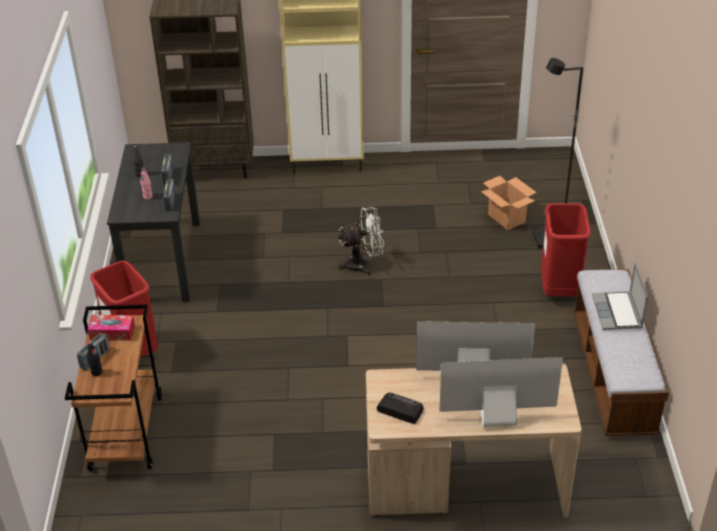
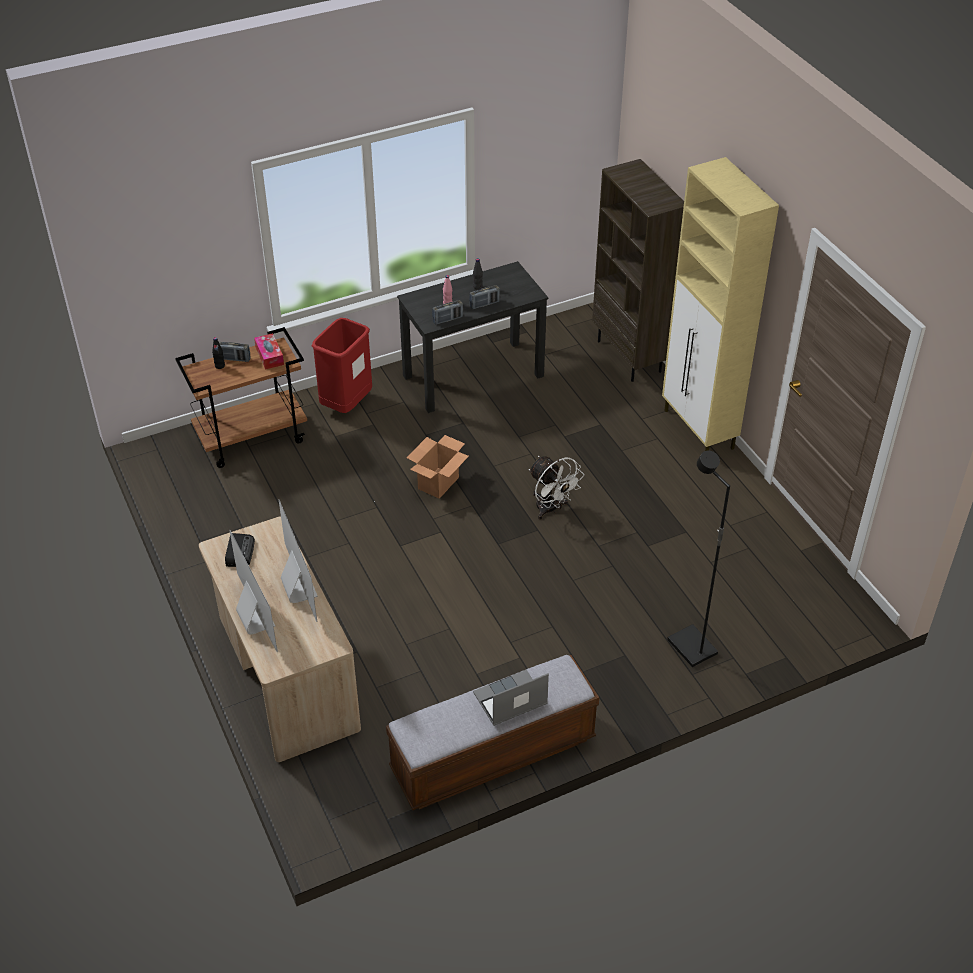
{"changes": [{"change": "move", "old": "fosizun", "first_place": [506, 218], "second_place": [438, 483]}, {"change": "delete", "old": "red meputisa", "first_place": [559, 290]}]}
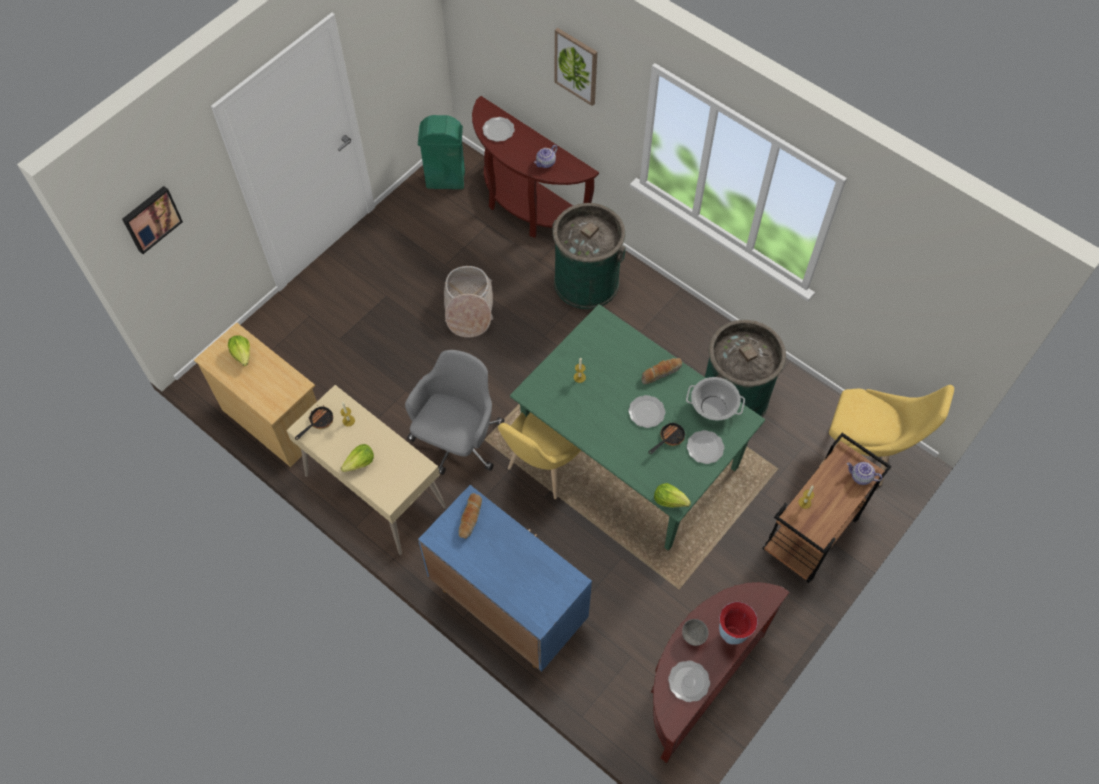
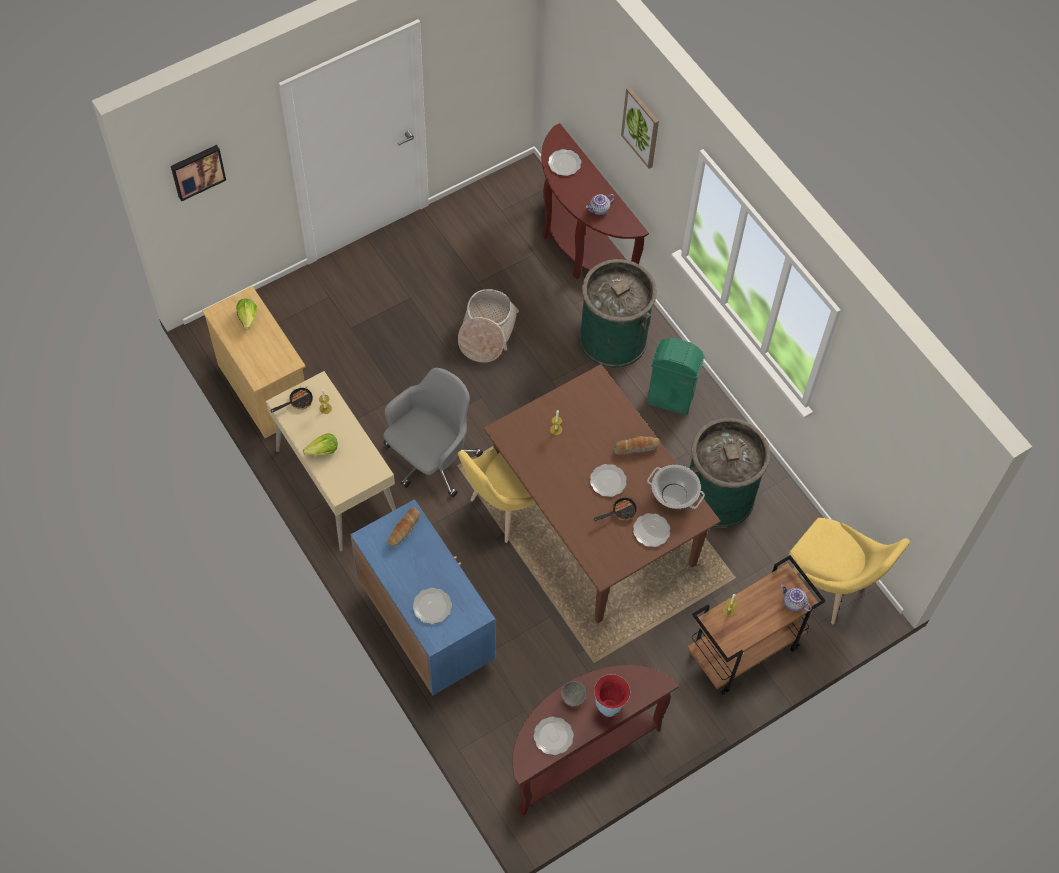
{"changes": [{"change": "move", "old": "green meputisa", "first_place": [445, 180], "second_place": [669, 399]}, {"change": "recolor", "old": "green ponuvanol", "new": "brown ponuvanol", "first_place": [629, 454], "second_place": [593, 521]}, {"change": "delete", "old": "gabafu", "first_place": [670, 500]}, {"change": "insert", "new": "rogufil", "second_place": [432, 607]}]}
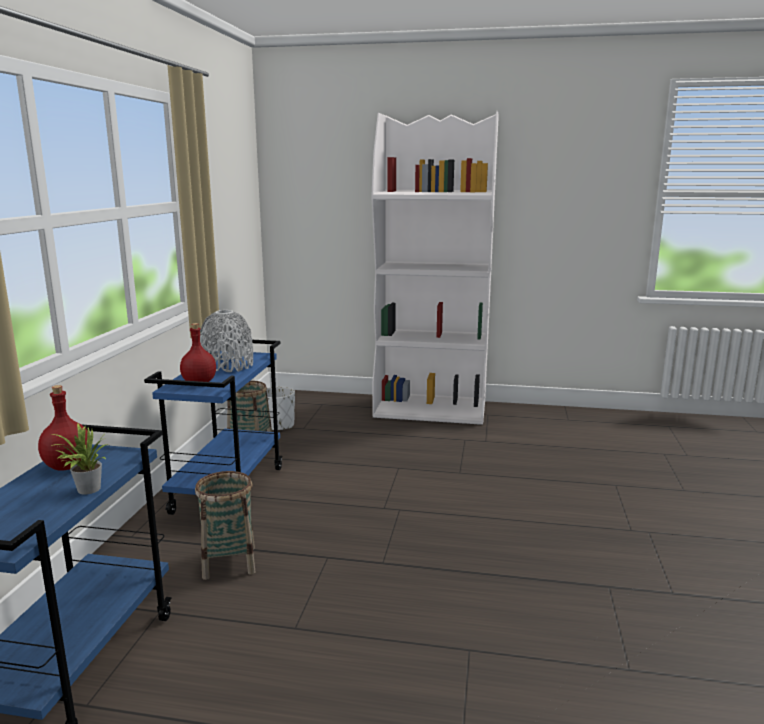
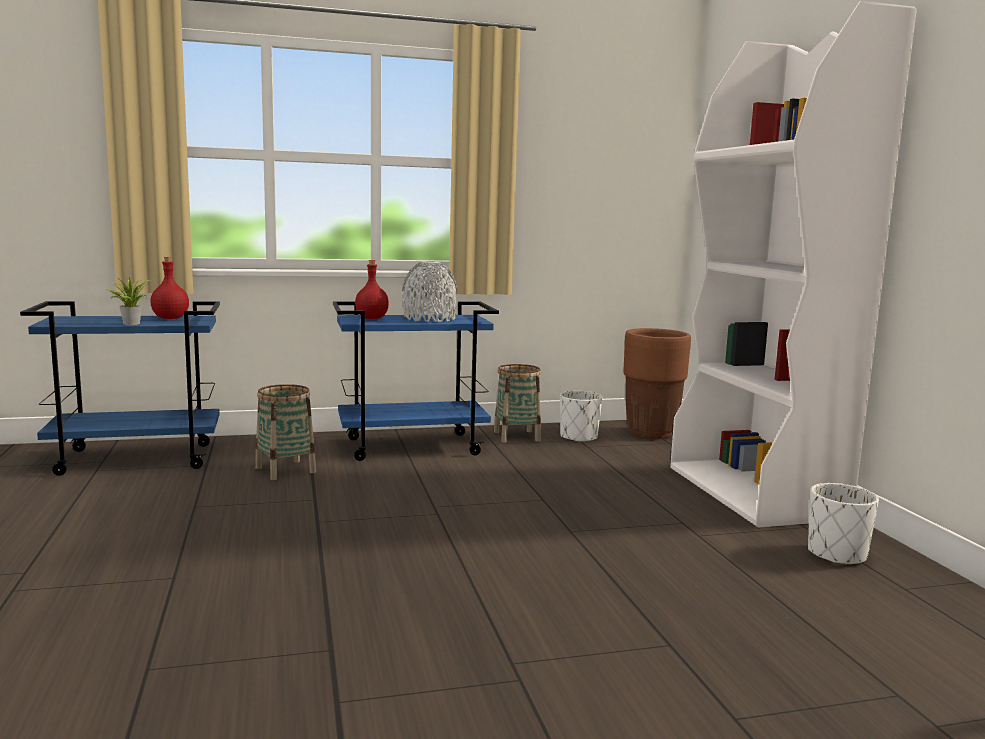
{"changes": [{"change": "insert", "new": "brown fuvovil", "second_place": [651, 433]}, {"change": "insert", "new": "white fuvovil", "second_place": [836, 554]}]}
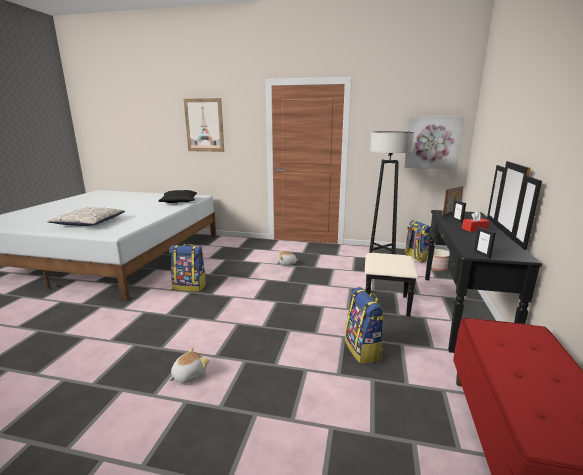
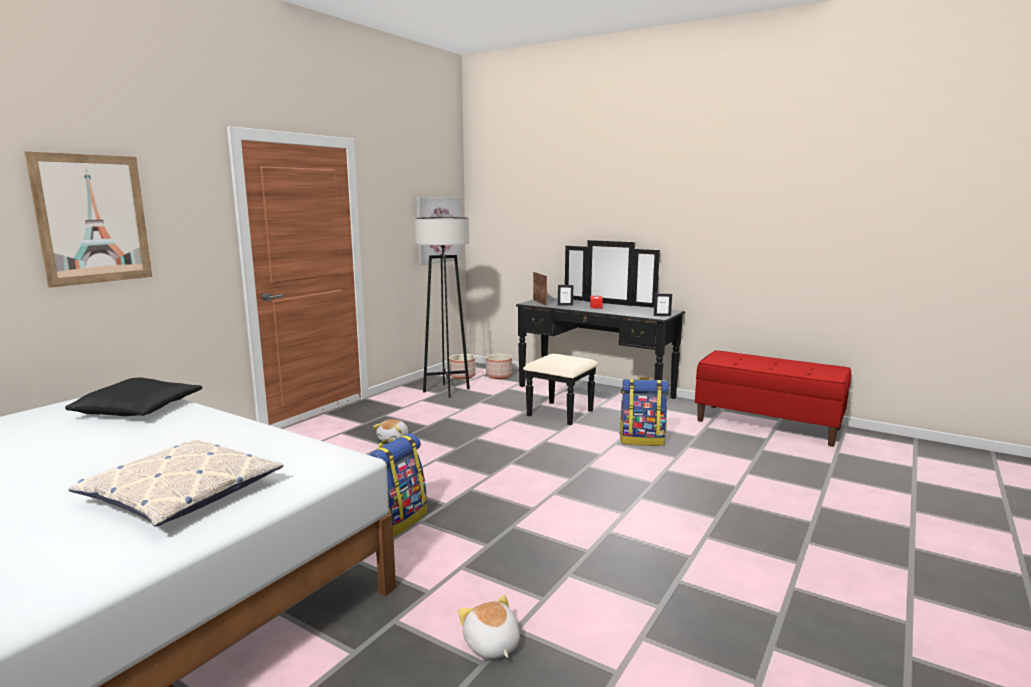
{"changes": [{"change": "move", "old": "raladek", "first_place": [188, 375], "second_place": [491, 645]}, {"change": "replace", "old": "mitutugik", "new": "fuvovil", "first_place": [416, 257], "second_place": [462, 376]}]}
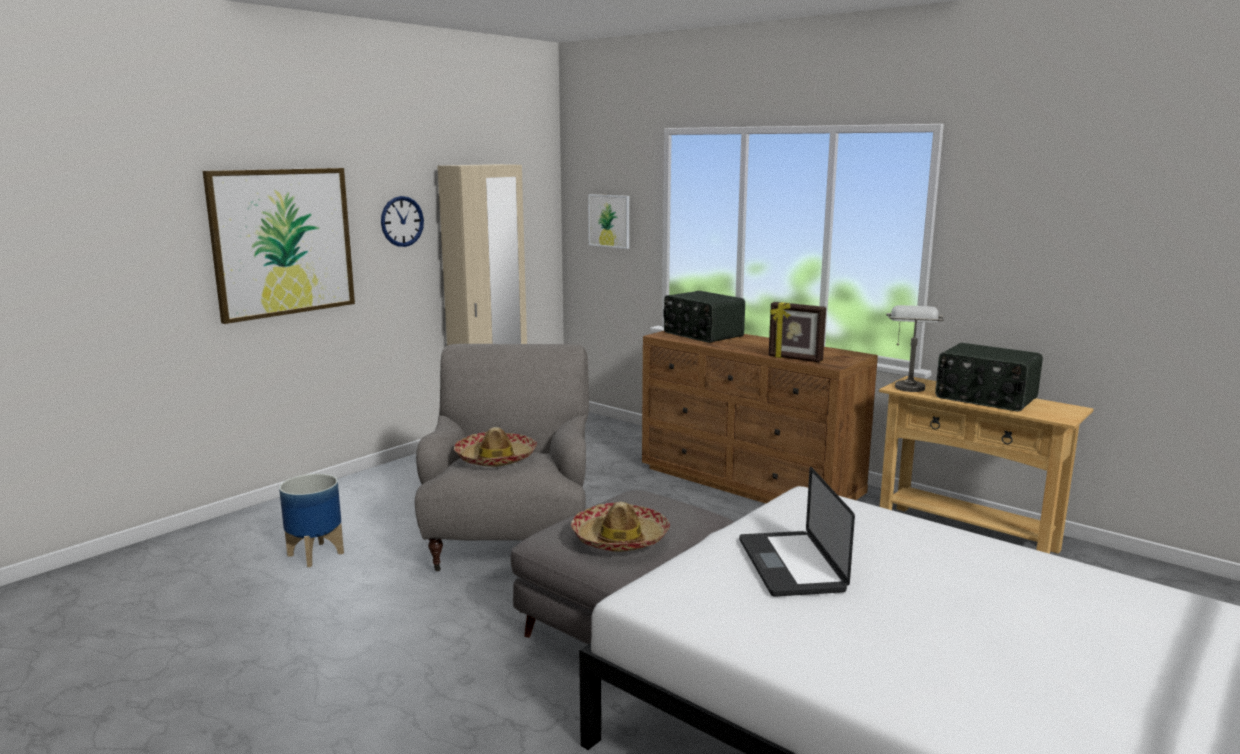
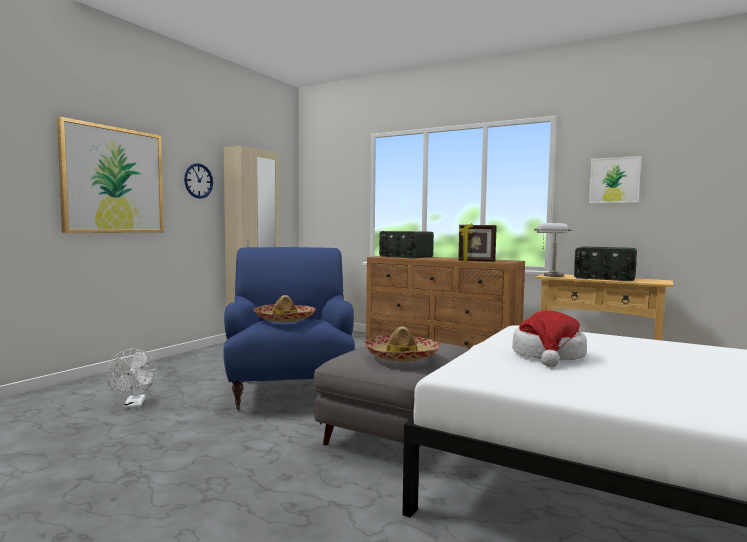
{"changes": [{"change": "replace", "old": "fuvovil", "new": "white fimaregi", "first_place": [316, 554], "second_place": [134, 405]}, {"change": "recolor", "old": "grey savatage", "new": "blue savatage", "first_place": [512, 542], "second_place": [290, 391]}, {"change": "move", "old": "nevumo", "first_place": [609, 221], "second_place": [614, 180]}, {"change": "replace", "old": "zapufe", "new": "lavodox", "first_place": [790, 565], "second_place": [548, 355]}]}
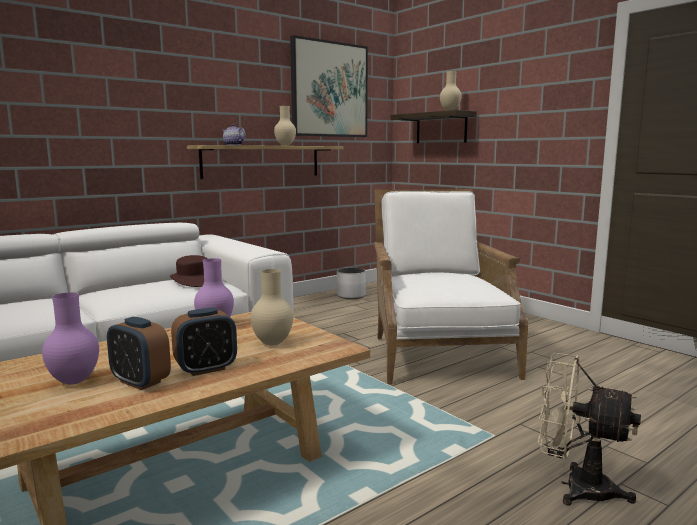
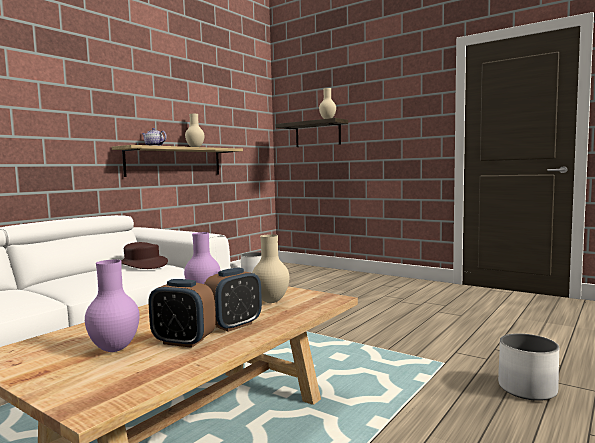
{"changes": [{"change": "delete", "old": "nevumo", "first_place": [329, 89]}, {"change": "delete", "old": "white savatage", "first_place": [436, 351]}, {"change": "replace", "old": "beige fimaregi", "new": "white fuvovil", "first_place": [575, 487], "second_place": [527, 389]}]}
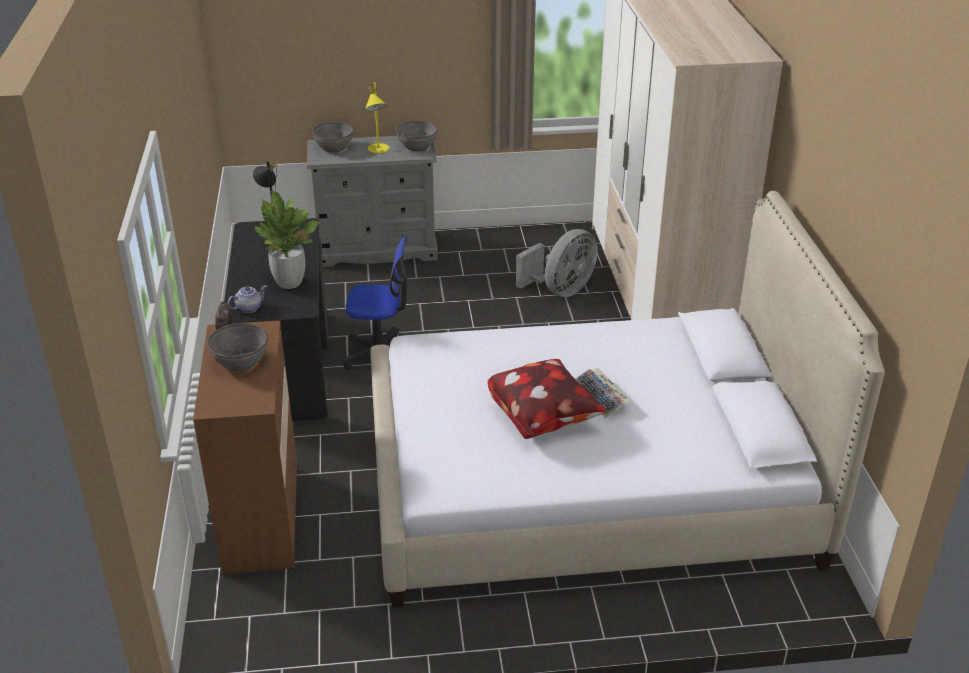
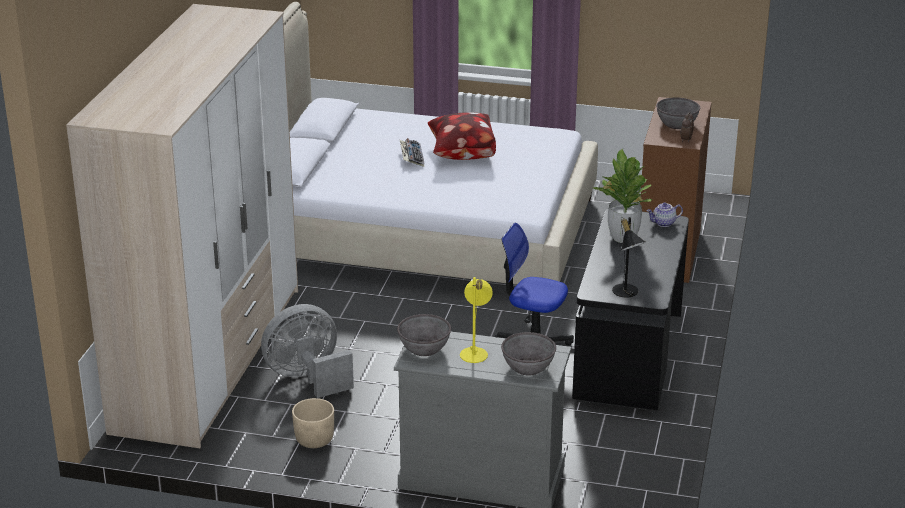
{"changes": [{"change": "insert", "new": "beige fuvovil", "second_place": [314, 440]}]}
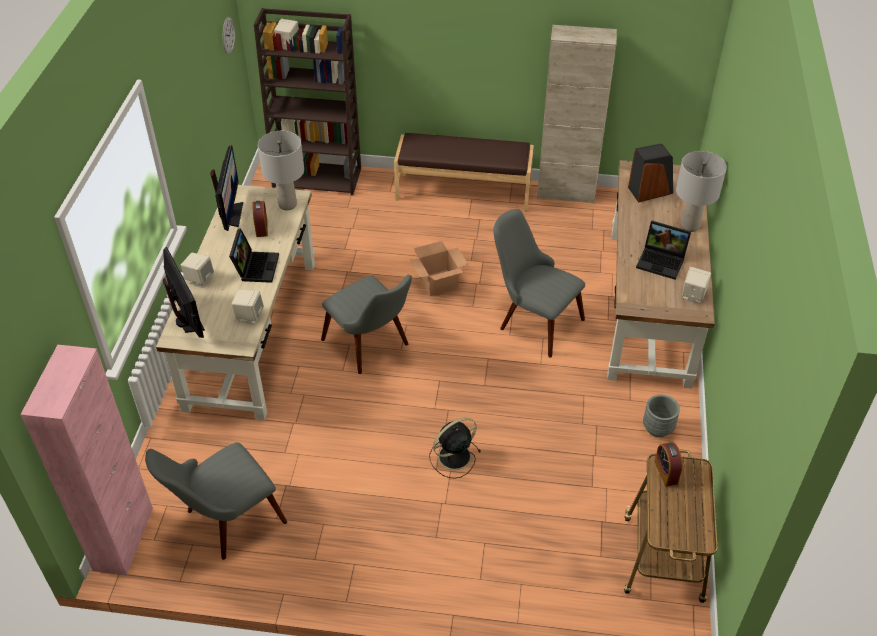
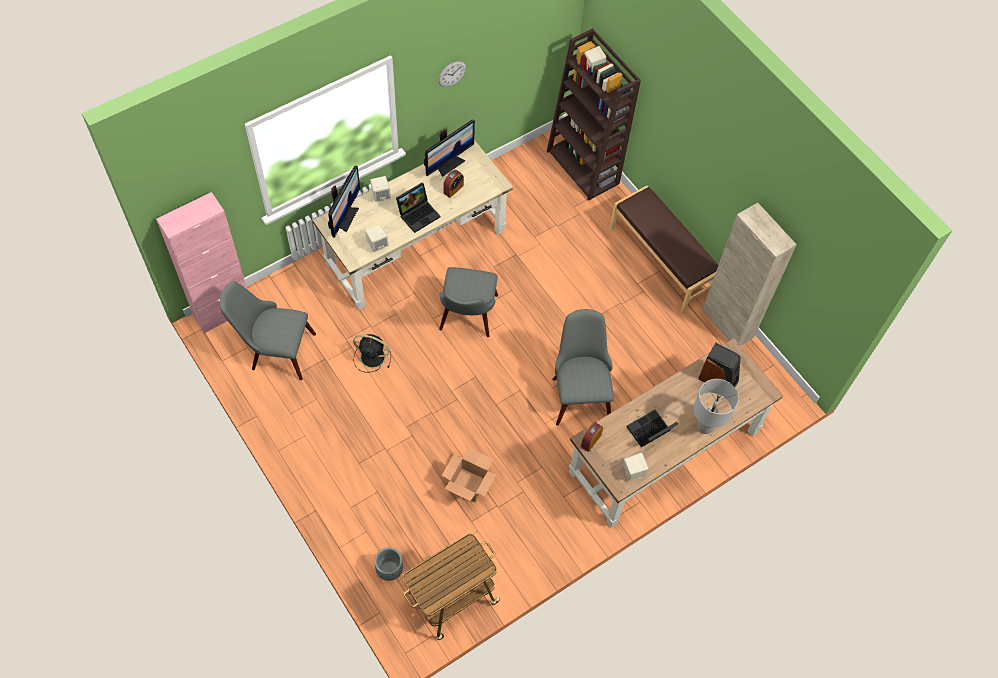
{"changes": [{"change": "move", "old": "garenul", "first_place": [228, 35], "second_place": [452, 74]}, {"change": "delete", "old": "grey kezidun", "first_place": [287, 204]}, {"change": "move", "old": "fosizun", "first_place": [438, 283], "second_place": [468, 485]}, {"change": "move", "old": "black fimaregi", "first_place": [453, 457], "second_place": [371, 357]}, {"change": "rotate", "old": "zapufe", "first_place": [662, 261], "second_place": [649, 432], "degrees": 75}, {"change": "move", "old": "grey fuvovil", "first_place": [658, 428], "second_place": [389, 569]}, {"change": "move", "old": "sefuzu", "first_place": [666, 472], "second_place": [590, 440]}]}
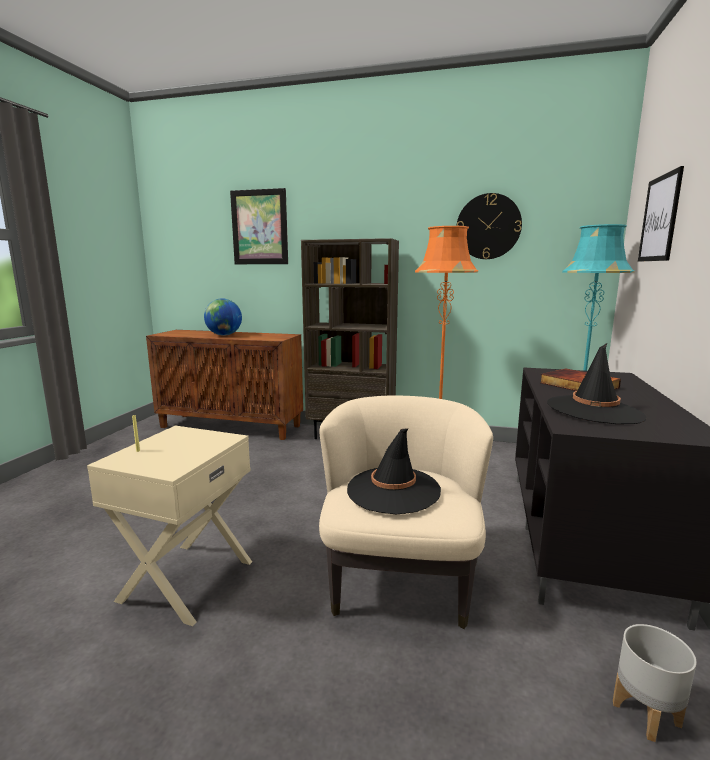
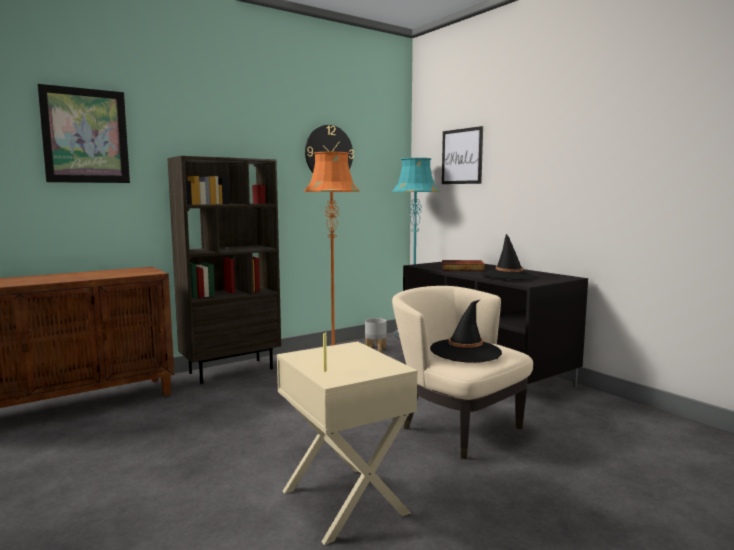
{"changes": [{"change": "delete", "old": "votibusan", "first_place": [224, 335]}, {"change": "move", "old": "grey fuvovil", "first_place": [647, 713], "second_place": [375, 349]}]}
